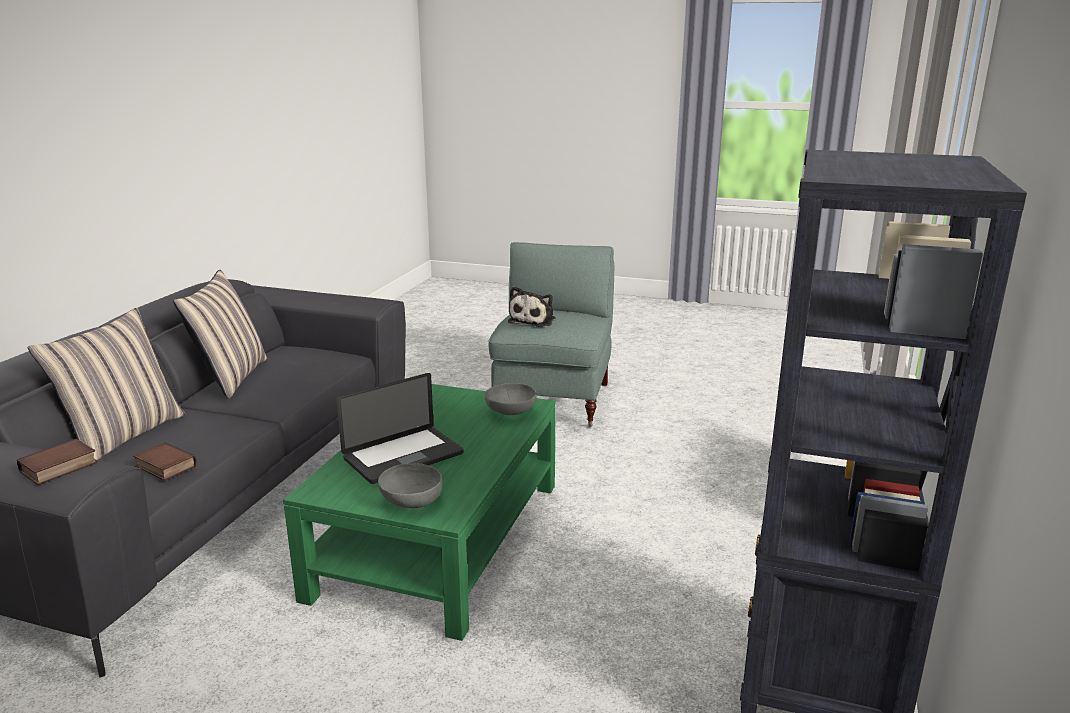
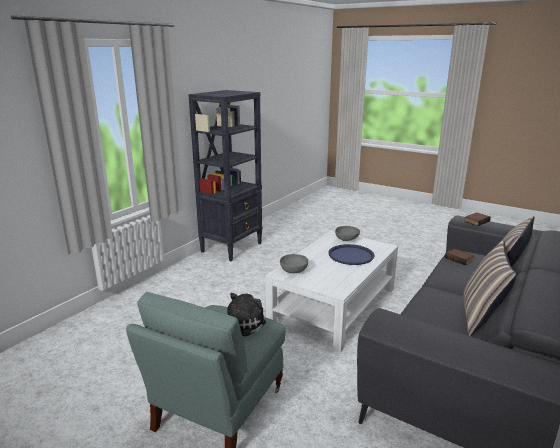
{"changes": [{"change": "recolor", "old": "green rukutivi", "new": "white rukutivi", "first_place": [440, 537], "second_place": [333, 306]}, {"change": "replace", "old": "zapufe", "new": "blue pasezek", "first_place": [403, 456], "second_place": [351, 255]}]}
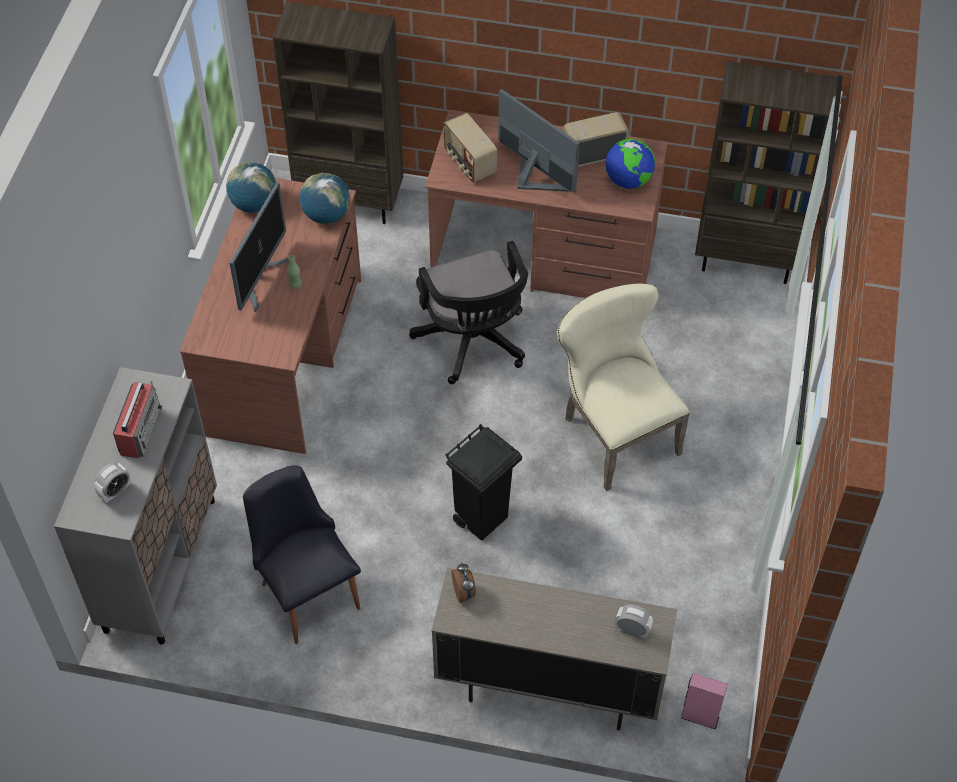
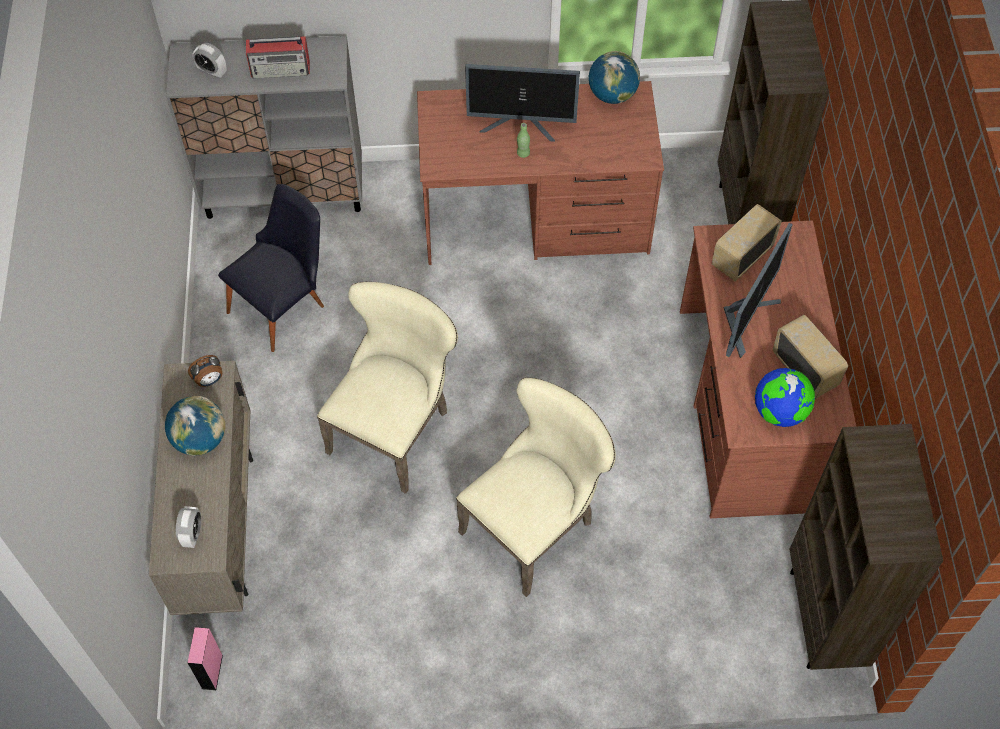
{"changes": [{"change": "move", "old": "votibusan", "first_place": [326, 215], "second_place": [200, 439]}, {"change": "delete", "old": "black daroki", "first_place": [473, 343]}, {"change": "replace", "old": "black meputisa", "new": "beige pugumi", "first_place": [482, 518], "second_place": [395, 427]}]}
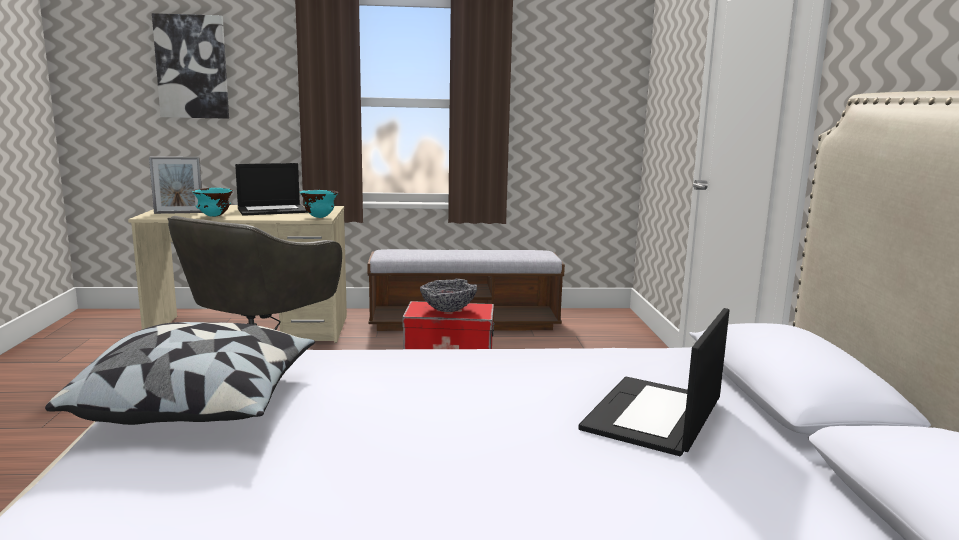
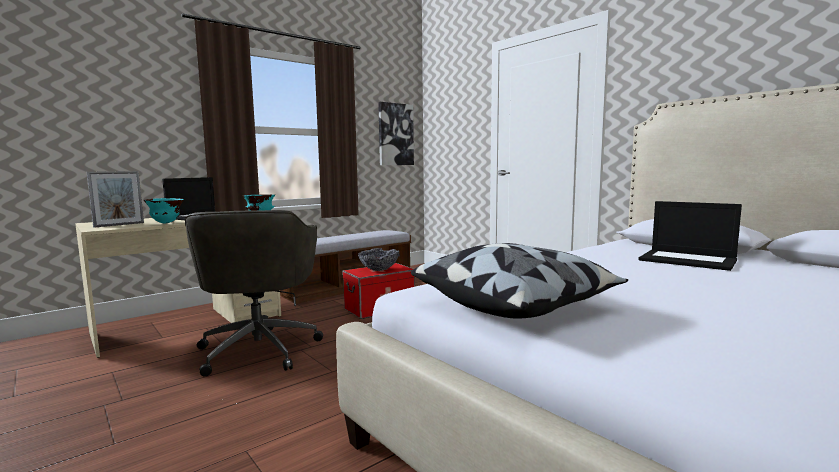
{"changes": [{"change": "move", "old": "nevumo", "first_place": [192, 67], "second_place": [395, 134]}, {"change": "rotate", "old": "zapufe", "first_place": [653, 416], "second_place": [688, 260], "degrees": -45}]}
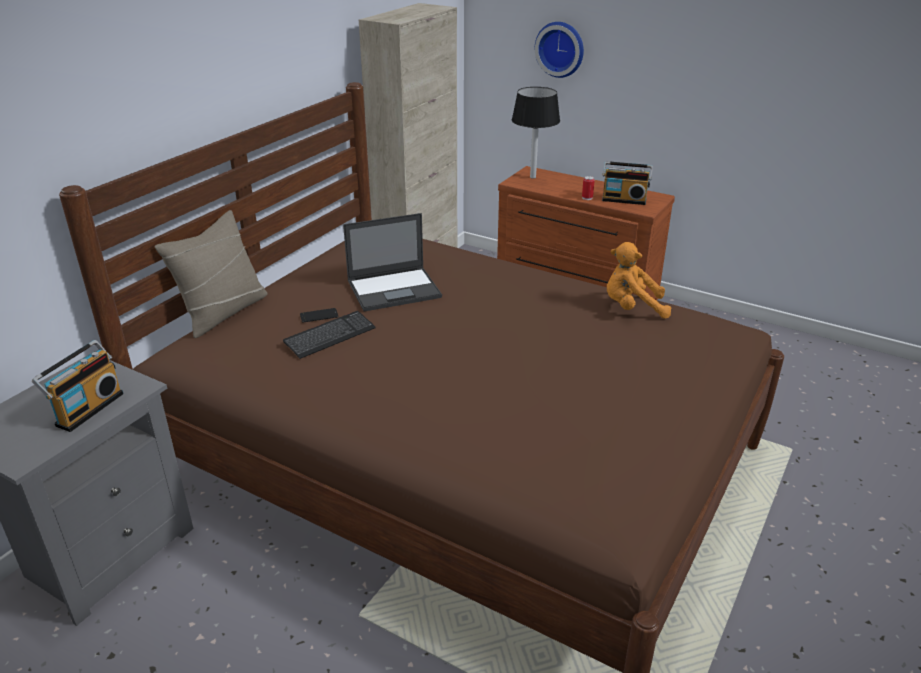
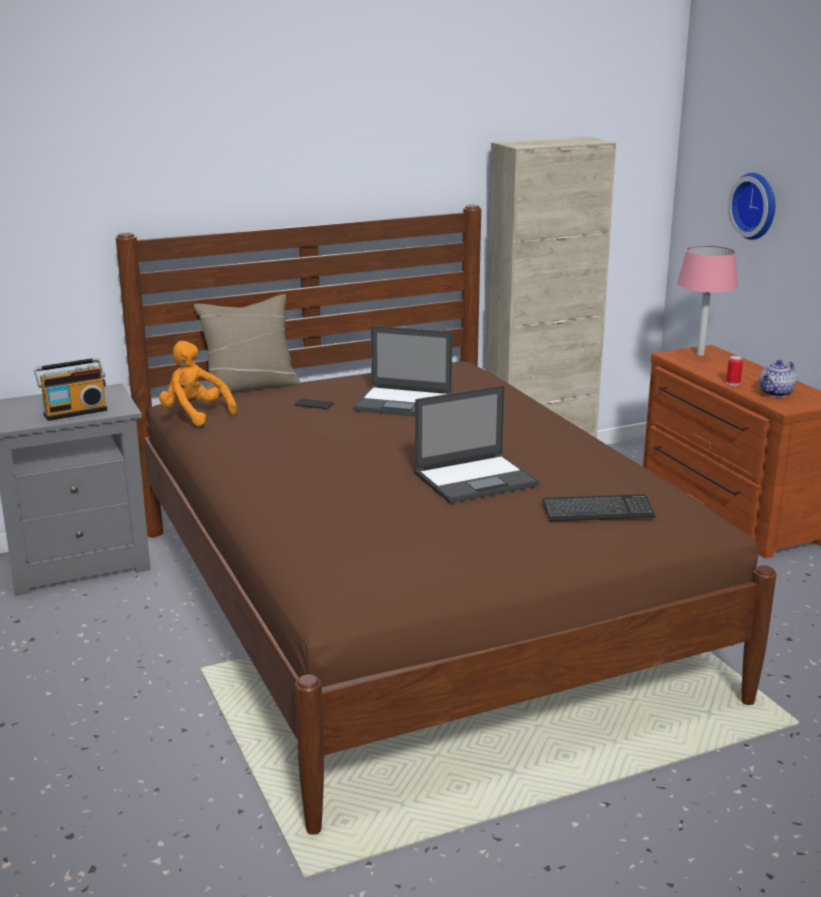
{"changes": [{"change": "move", "old": "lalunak", "first_place": [330, 336], "second_place": [598, 511]}, {"change": "recolor", "old": "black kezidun", "new": "pink kezidun", "first_place": [532, 177], "second_place": [700, 355]}, {"change": "replace", "old": "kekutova", "new": "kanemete", "first_place": [624, 199], "second_place": [776, 393]}, {"change": "move", "old": "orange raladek", "first_place": [632, 308], "second_place": [195, 415]}, {"change": "insert", "new": "zapufe", "second_place": [477, 479]}]}
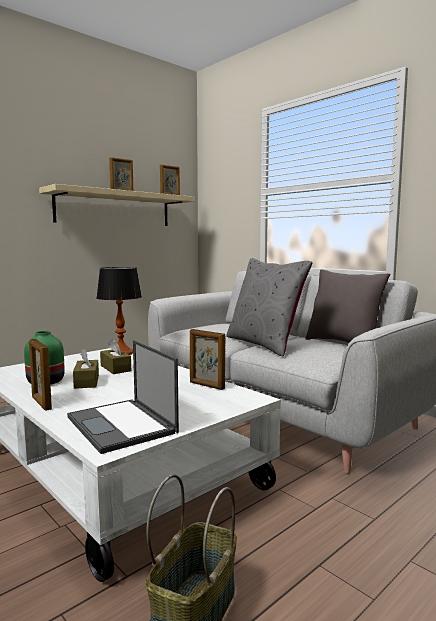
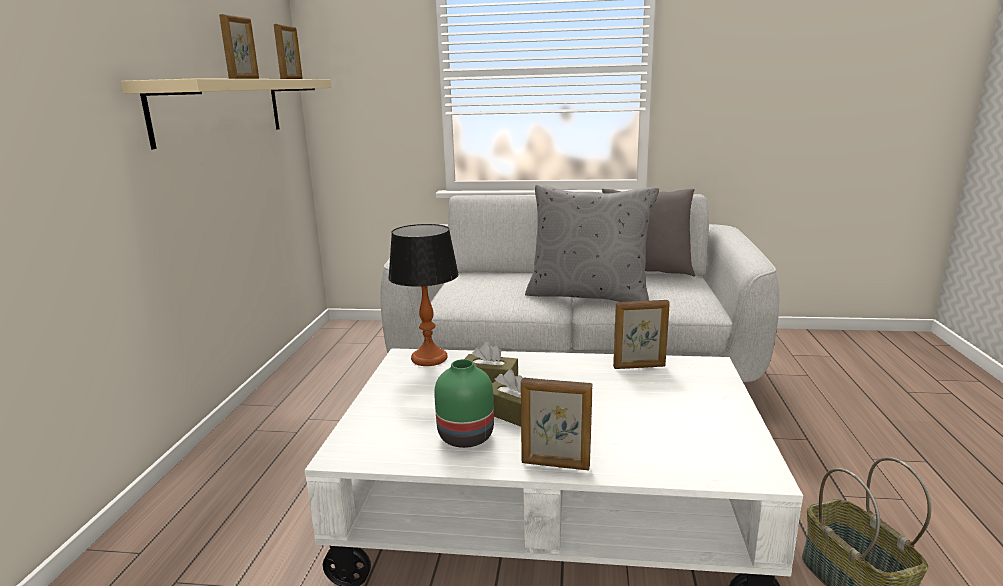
{"changes": [{"change": "delete", "old": "zapufe", "first_place": [122, 425]}]}
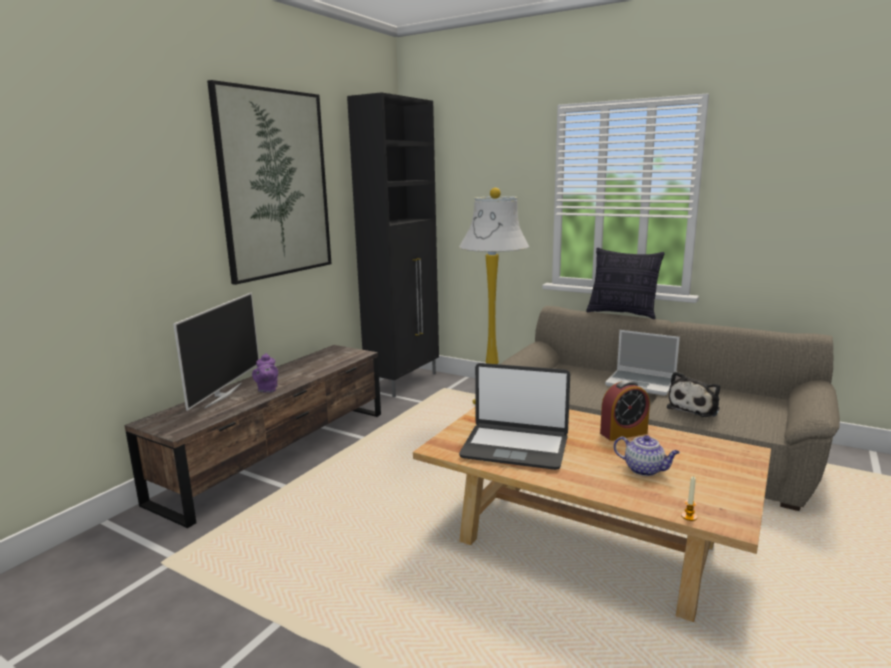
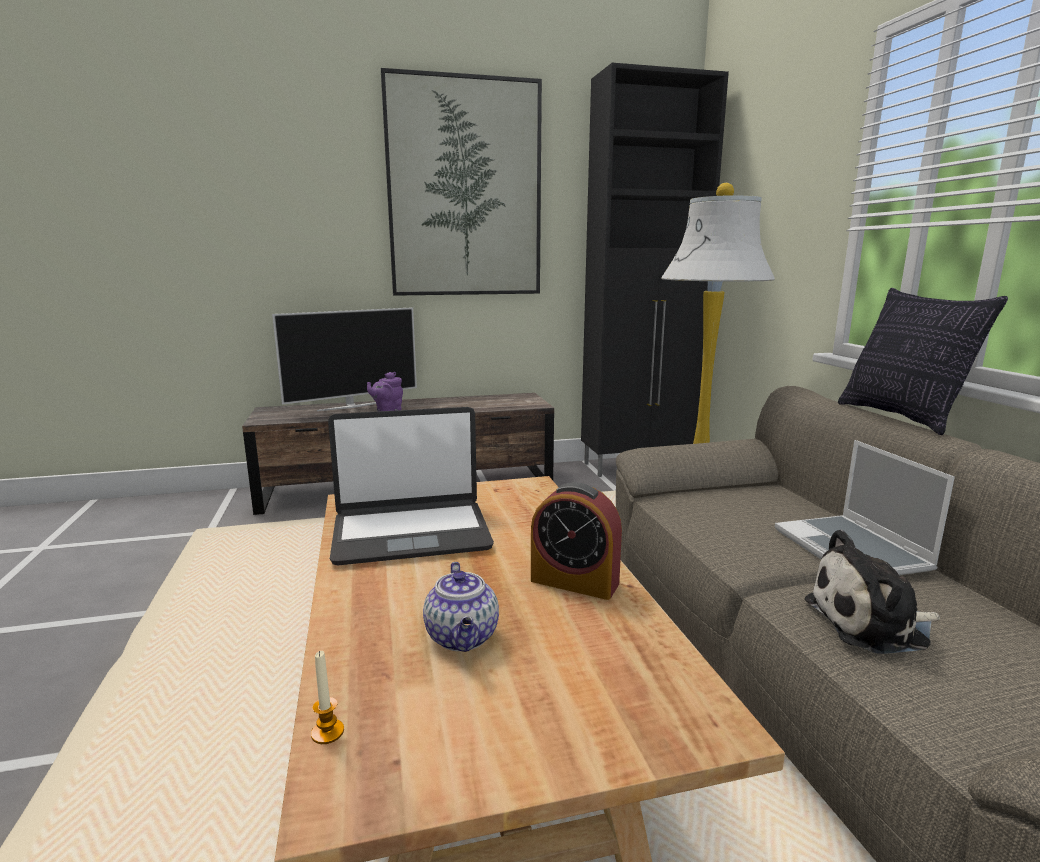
{"changes": [{"change": "rotate", "old": "zapufe", "first_place": [515, 447], "second_place": [411, 533], "degrees": -75}]}
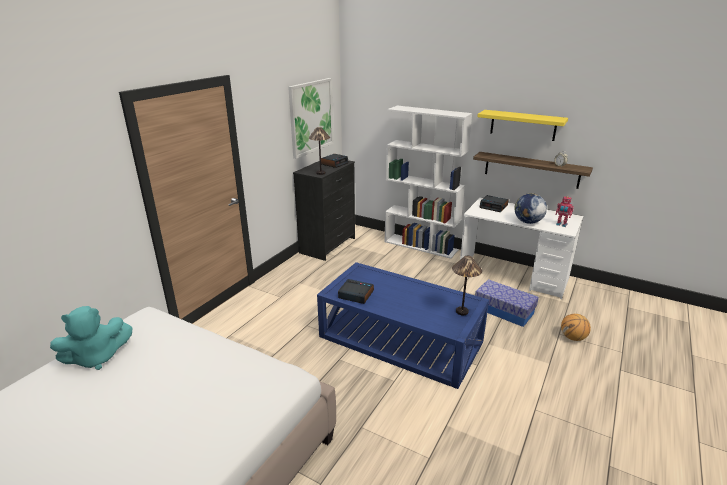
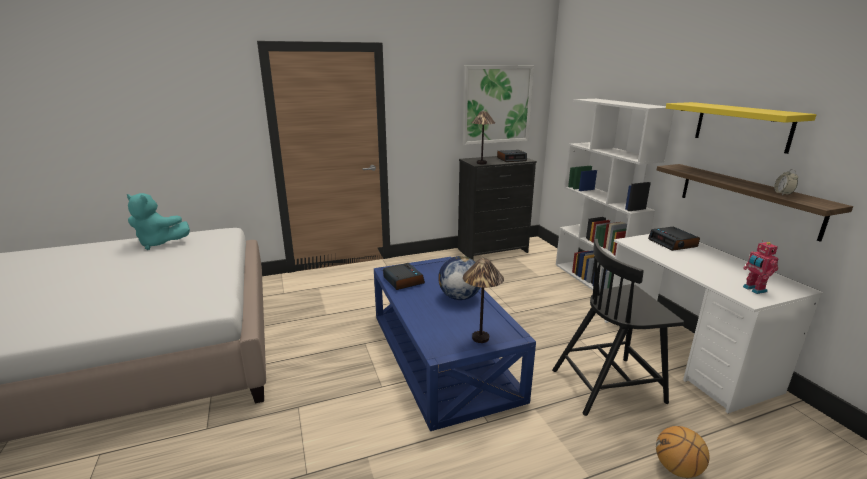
{"changes": [{"change": "replace", "old": "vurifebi", "new": "black pugumi", "first_place": [503, 311], "second_place": [609, 385]}, {"change": "move", "old": "votibusan", "first_place": [527, 222], "second_place": [459, 297]}]}
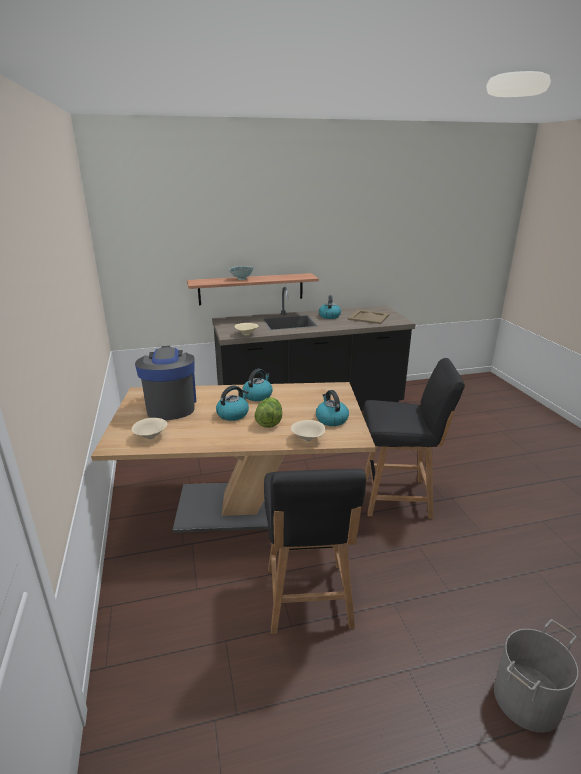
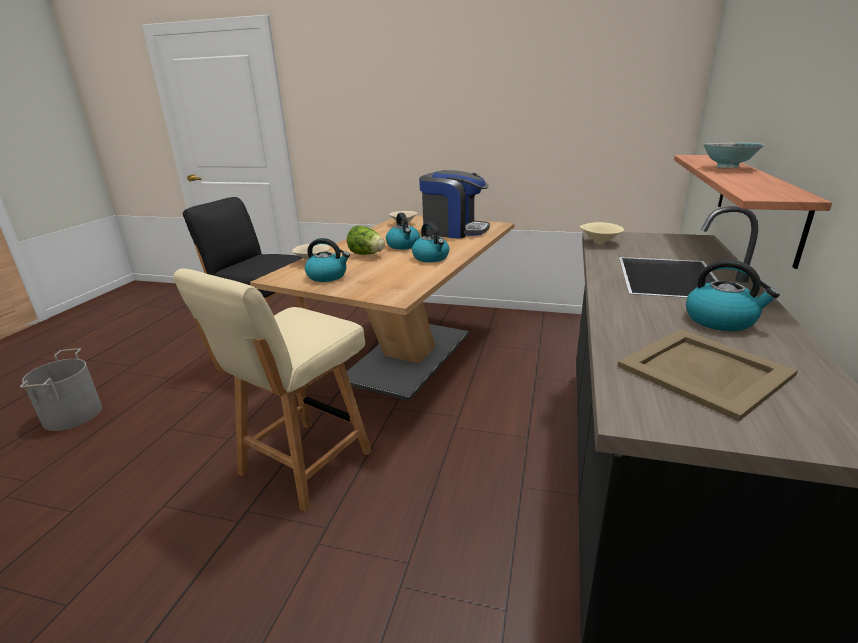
{"changes": [{"change": "recolor", "old": "black pugumi", "new": "beige pugumi", "first_place": [398, 497], "second_place": [303, 464]}]}
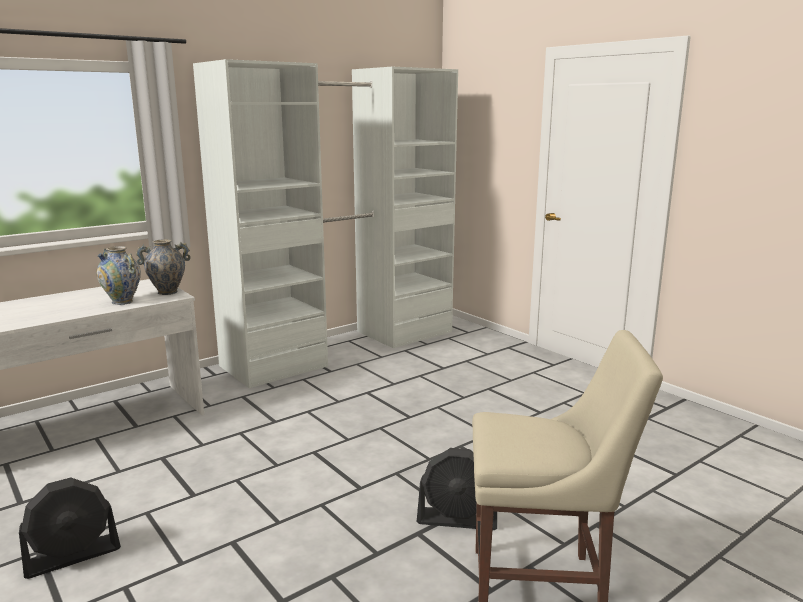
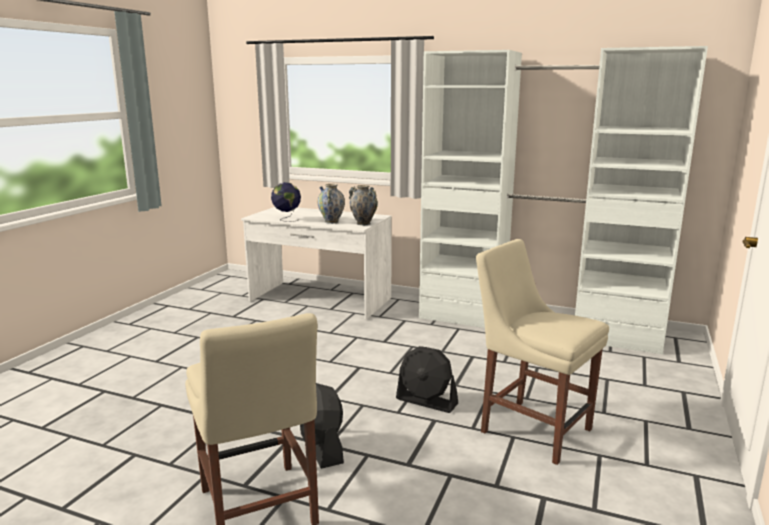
{"changes": [{"change": "move", "old": "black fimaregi", "first_place": [73, 556], "second_place": [427, 402]}, {"change": "insert", "new": "votibusan", "second_place": [287, 219]}, {"change": "insert", "new": "beige pugumi", "second_place": [531, 428]}]}
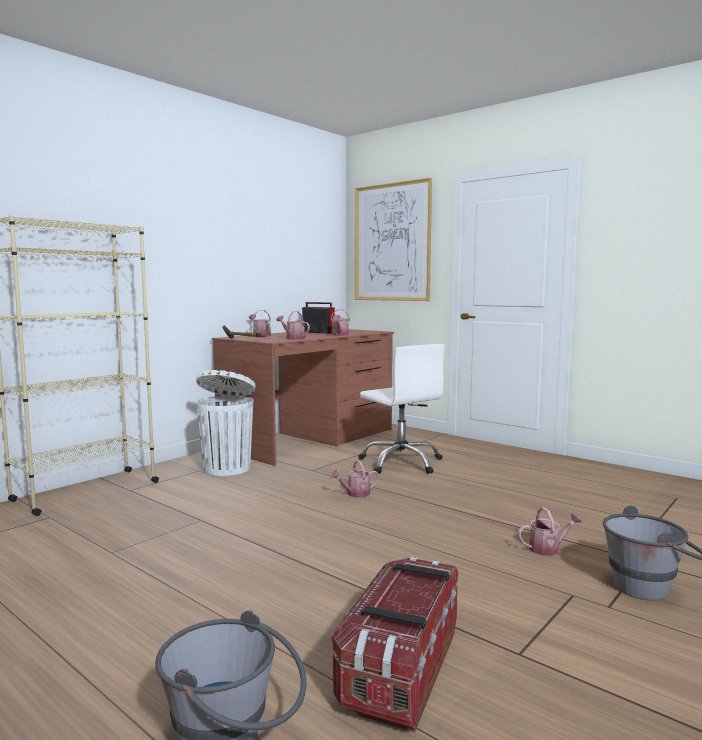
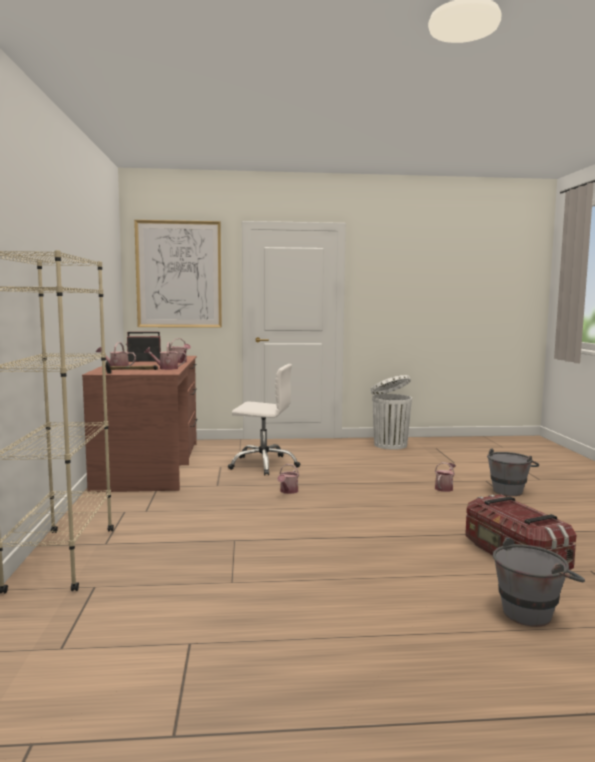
{"changes": [{"change": "move", "old": "white meputisa", "first_place": [227, 468], "second_place": [389, 445]}]}
